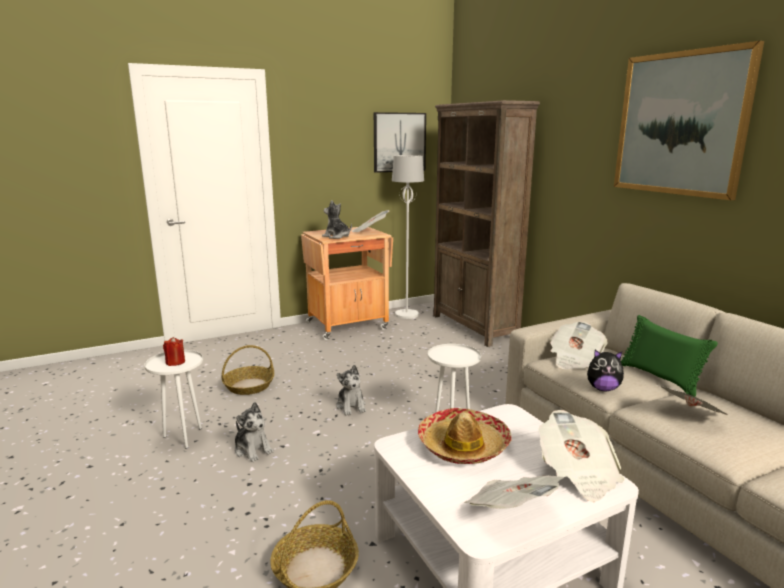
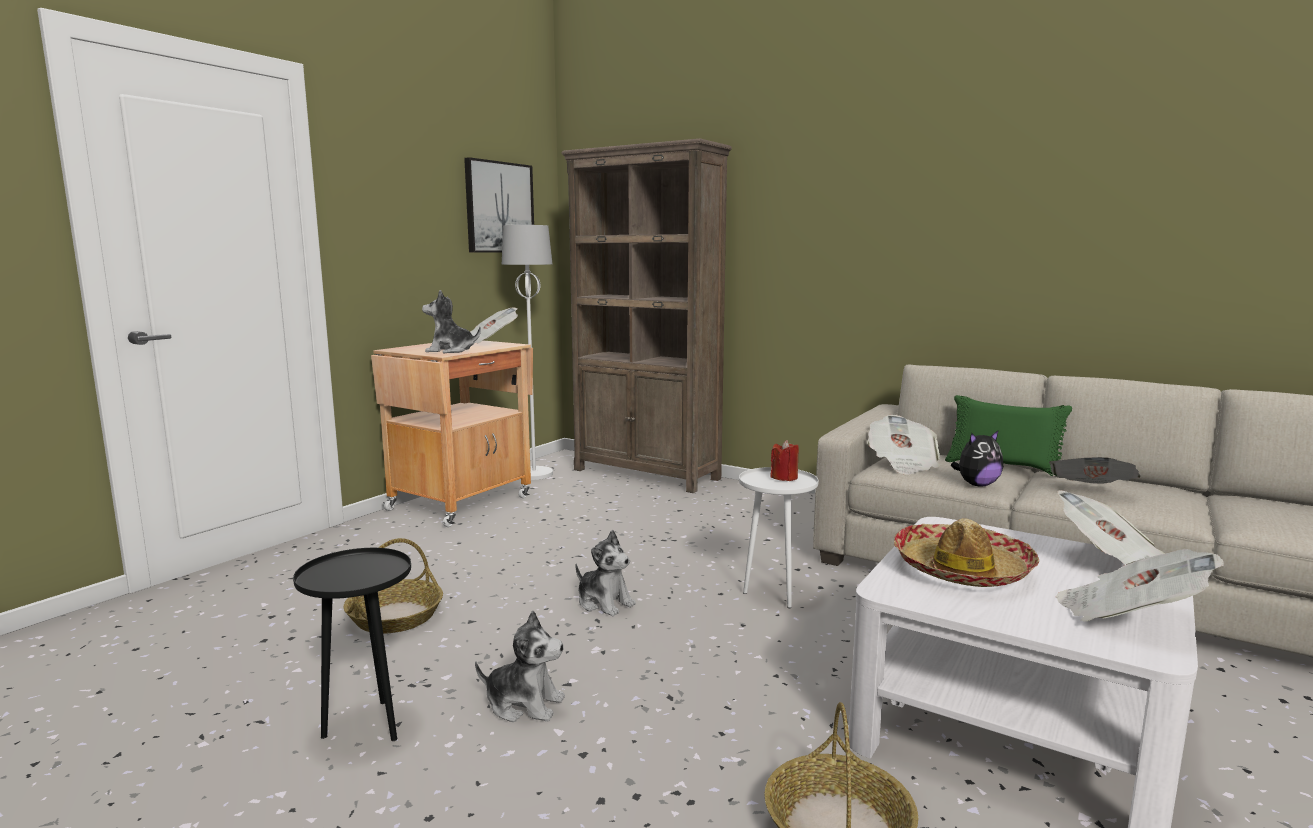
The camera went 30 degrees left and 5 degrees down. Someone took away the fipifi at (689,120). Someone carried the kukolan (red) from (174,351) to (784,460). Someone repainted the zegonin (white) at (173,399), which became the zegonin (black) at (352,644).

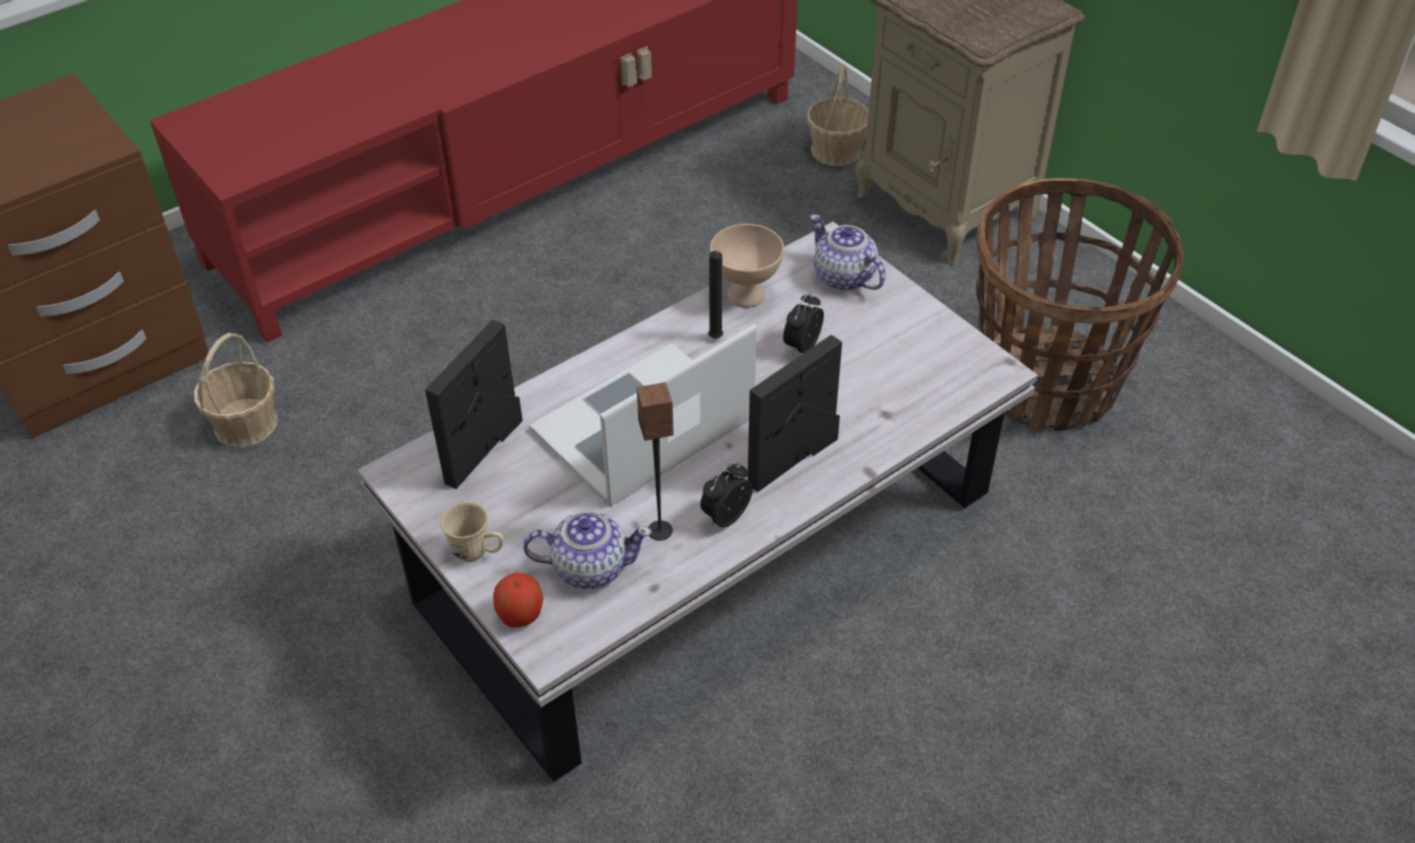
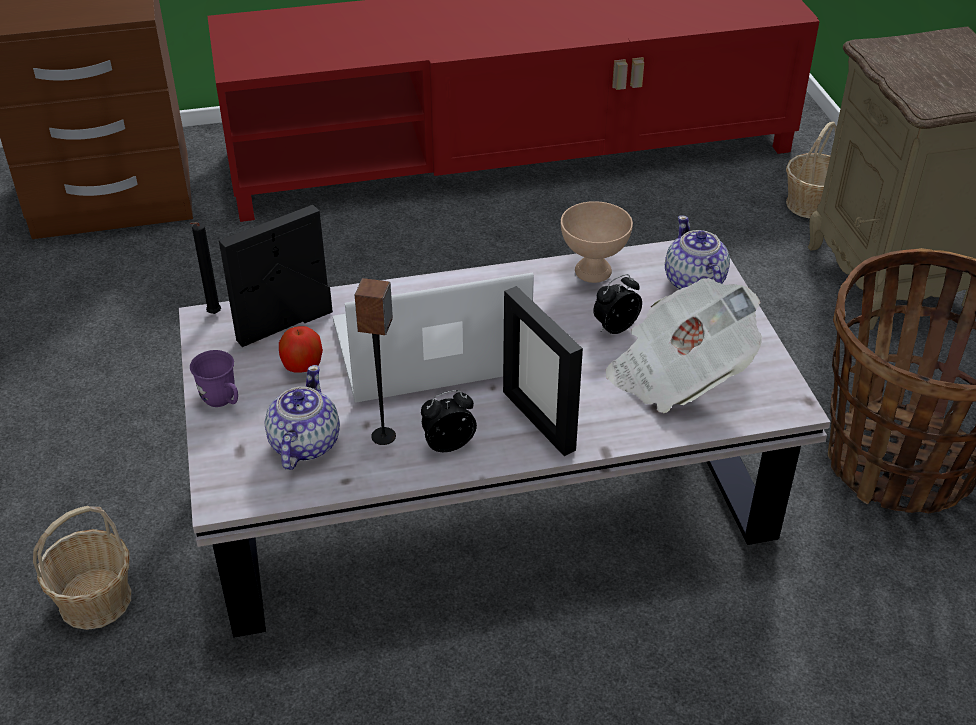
The camera went 25 degrees right and 5 degrees down. Someone carried the kukolan (black) from (715,295) to (205,268). Someone carried the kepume from (236,390) to (82,568). Someone rotated the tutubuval at (795,413) by 105 degrees counterclockwise. Someone repainted the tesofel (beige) at (471,532), which became the tesofel (purple) at (214,378). Someone rotated the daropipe at (587,550) by 105 degrees counterclockwise. Someone carried the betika from (518,600) to (301,349). Someone put down the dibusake at (684,345).

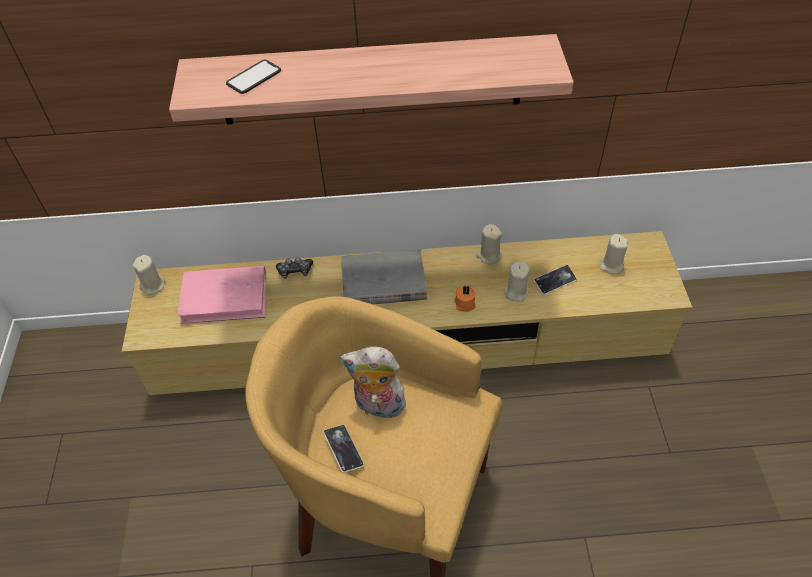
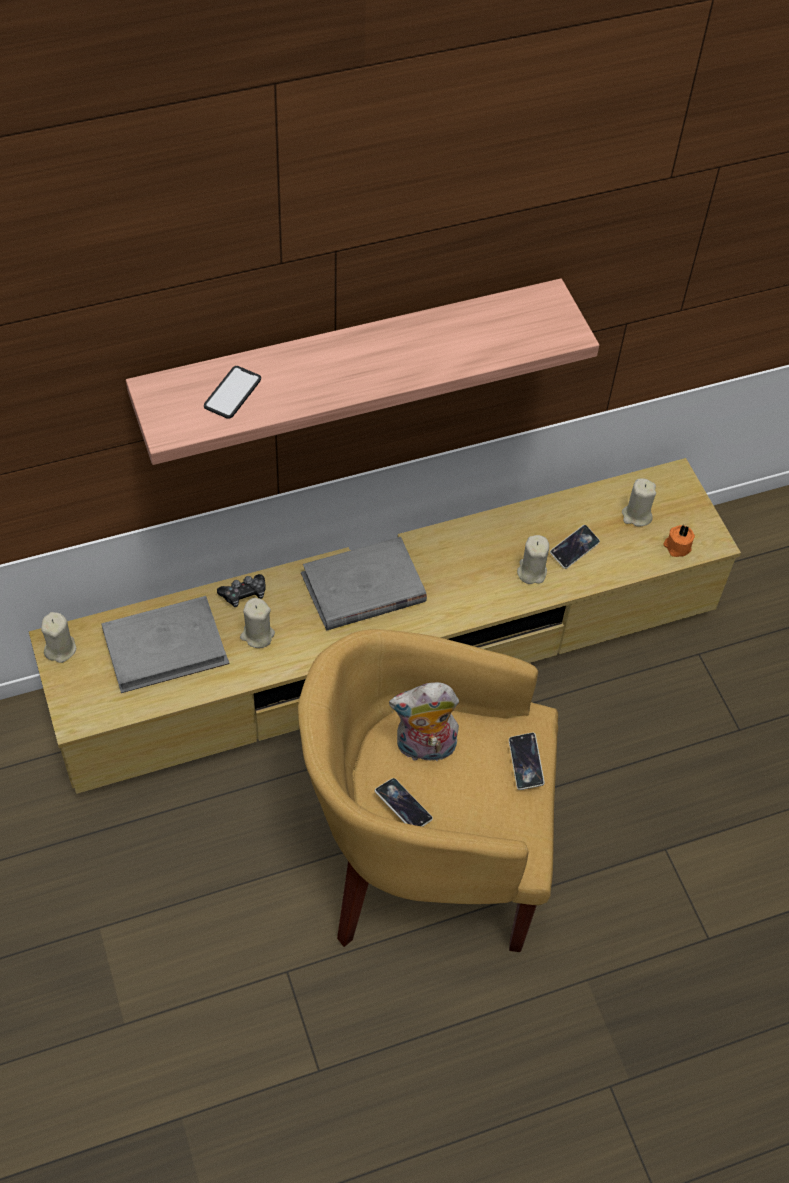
The camera went 20 degrees left and 5 degrees up. Someone carried the kukolan (beige) from (489,244) to (257,623). Someone repainted the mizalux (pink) at (221,295), which became the mizalux (grey) at (165,644). Someone carried the kukolan (orange) from (465,299) to (679,541). Someone put down the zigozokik at (527,761).

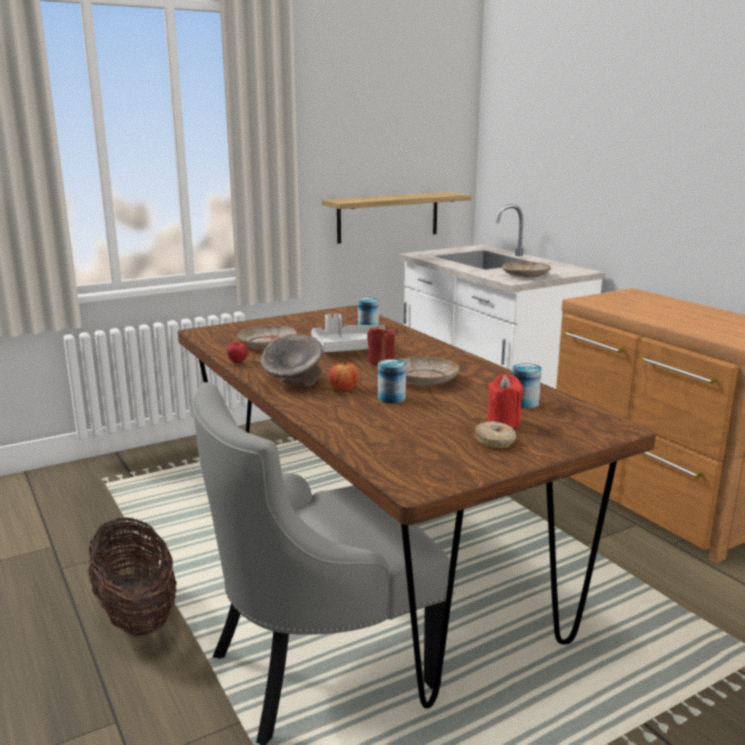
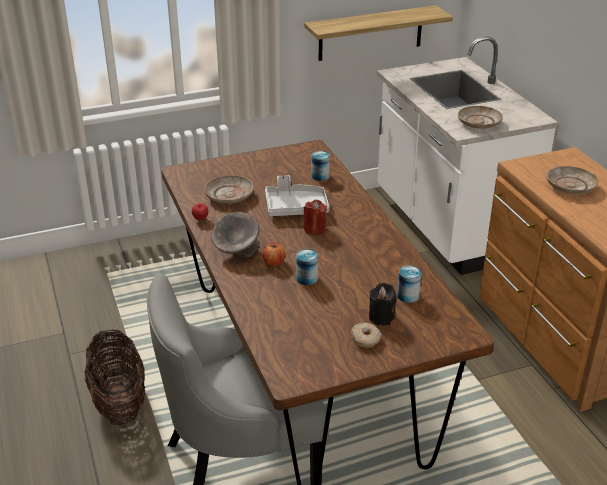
The camera went 10 degrees right and 15 degrees up. Someone carried the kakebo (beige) from (430,371) to (572,180). Someone repainted the kukolan (red) at (505,401), which became the kukolan (black) at (383,304).

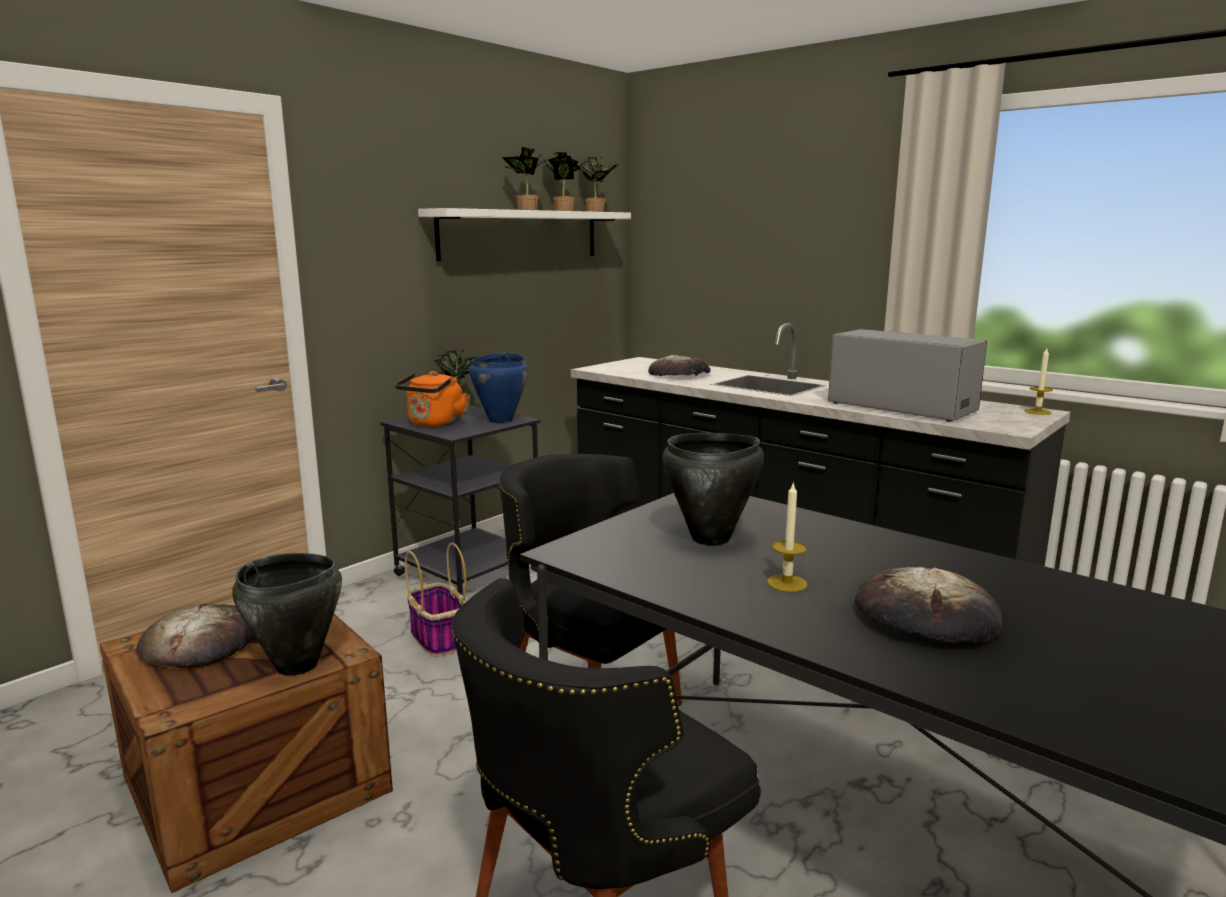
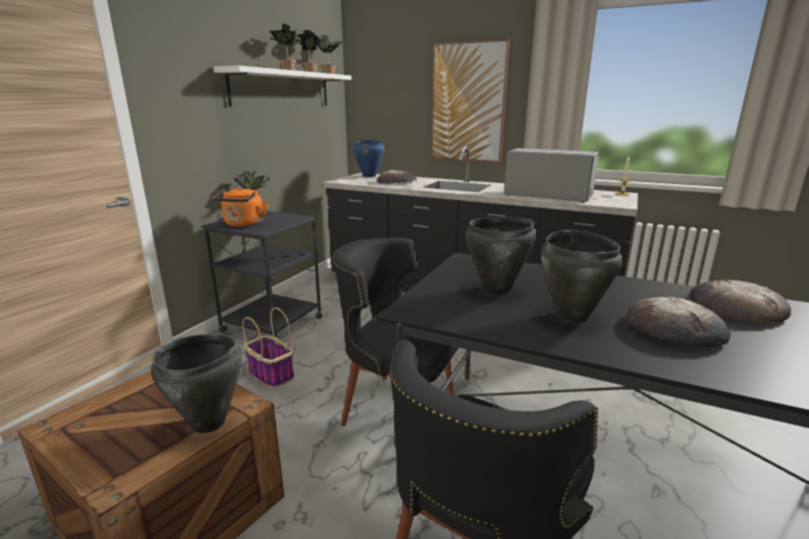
The camera went 15 degrees left and 5 degrees up. Someone carried the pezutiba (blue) from (498,388) to (368,158). Someone swapped the kukolan at (787,536) for the pezutiba (black) at (582,276). Someone carried the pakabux from (195,636) to (740,302). Someone put up the fipifi at (470,101).

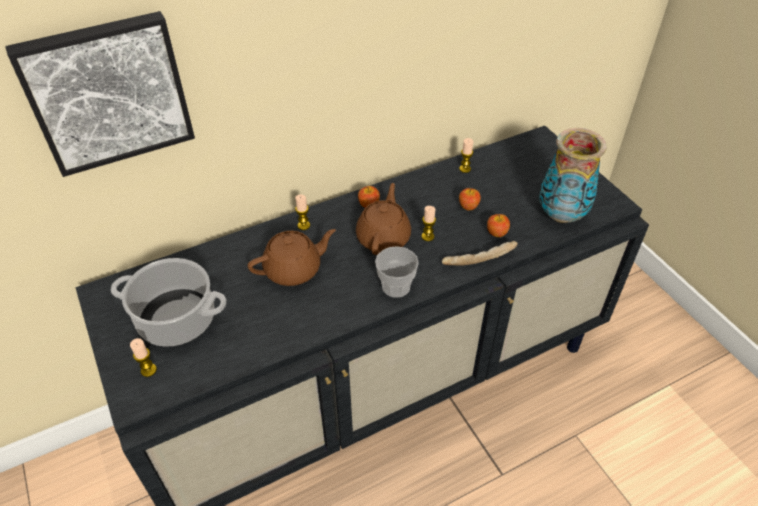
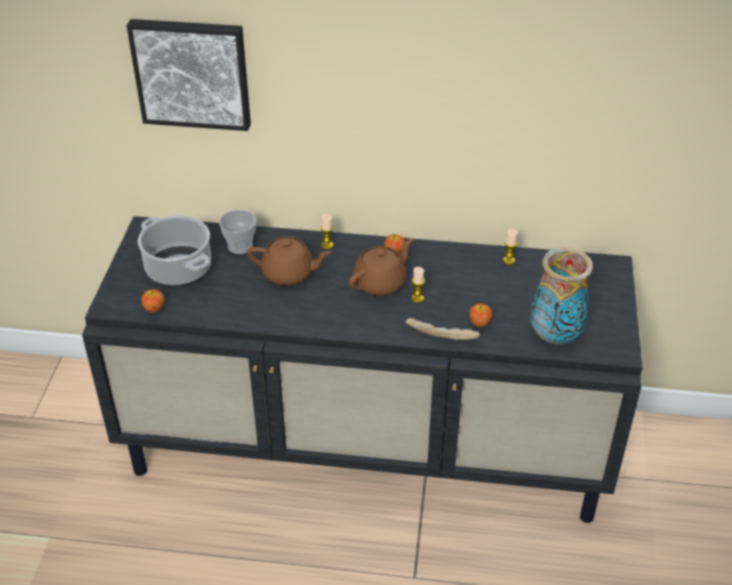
The camera went 35 degrees right and 5 degrees down. Someone carried the betika from (470,199) to (153,300). Someone carried the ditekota from (397,272) to (237,232). Someone took away the kukolan at (143,357).

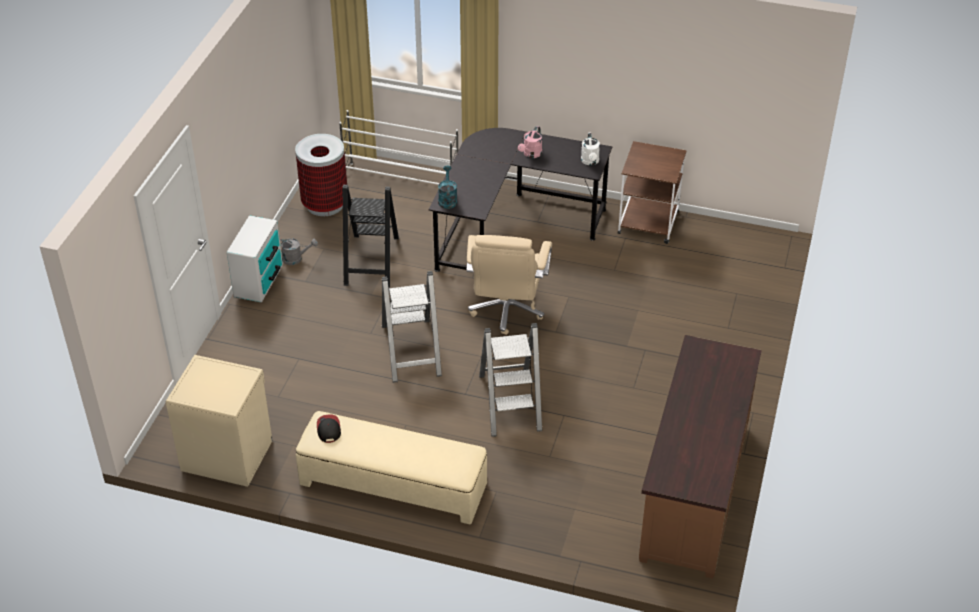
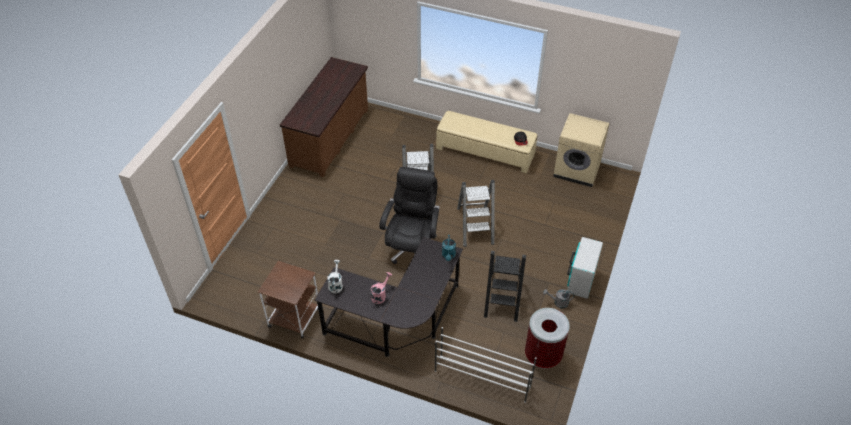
The camera went 175 degrees left and 5 degrees up. Someone repainted the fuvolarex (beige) at (509,285), which became the fuvolarex (black) at (409,215).

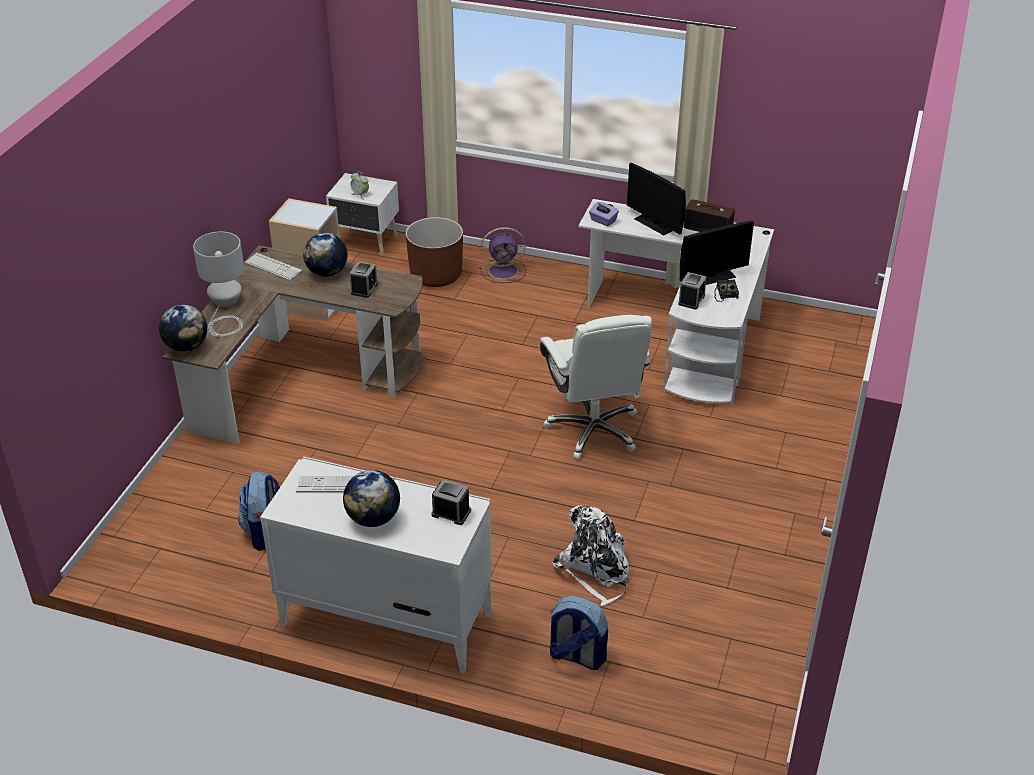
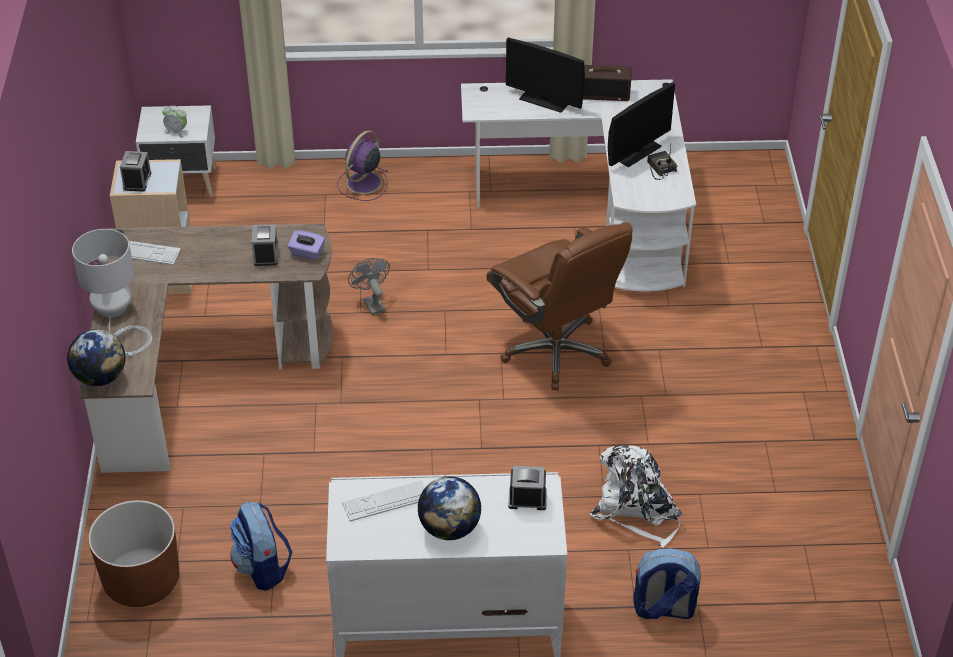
The camera went 20 degrees left and 5 degrees up. Someone carried the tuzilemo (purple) from (604,214) to (306,245). Someone carried the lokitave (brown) from (434,252) to (133,553). Someone rotated the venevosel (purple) at (502,255) by 150 degrees clockwise. Someone took away the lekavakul at (325,255). Someone carried the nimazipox from (692,290) to (135,171). Someone repainted the fuvolarex (white) at (596,387), which became the fuvolarex (brown) at (559,306). Someone put down the venevosel (grey) at (369,286).

